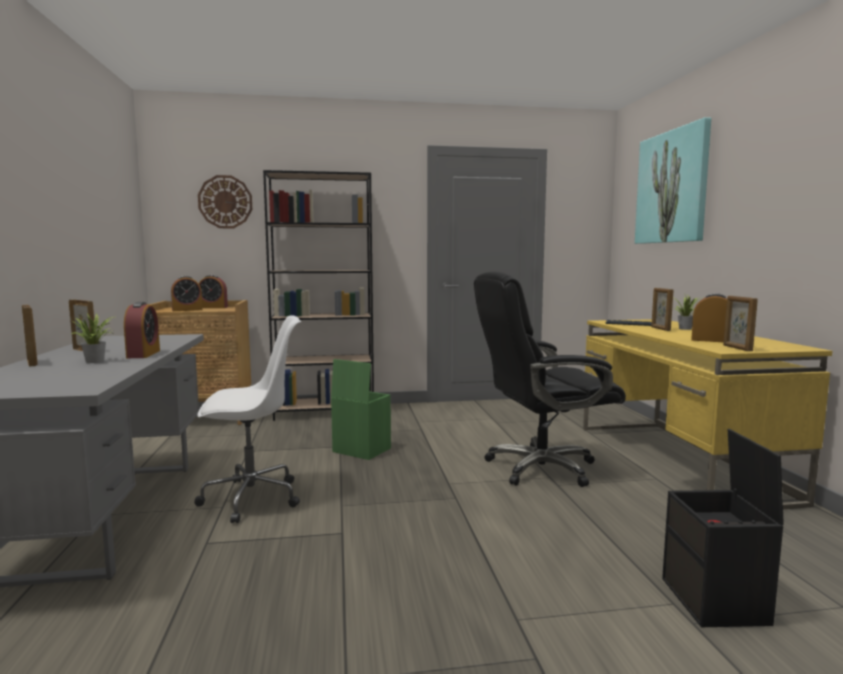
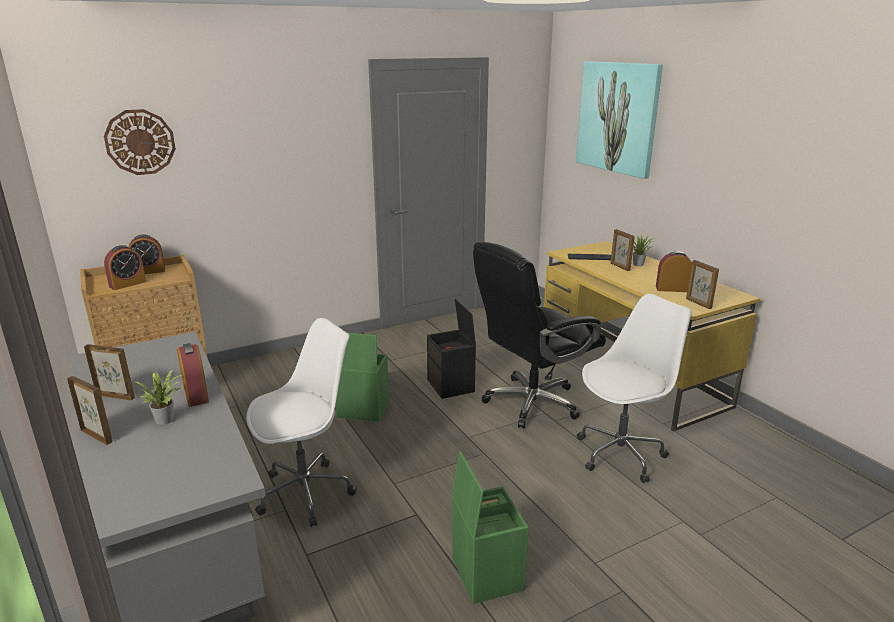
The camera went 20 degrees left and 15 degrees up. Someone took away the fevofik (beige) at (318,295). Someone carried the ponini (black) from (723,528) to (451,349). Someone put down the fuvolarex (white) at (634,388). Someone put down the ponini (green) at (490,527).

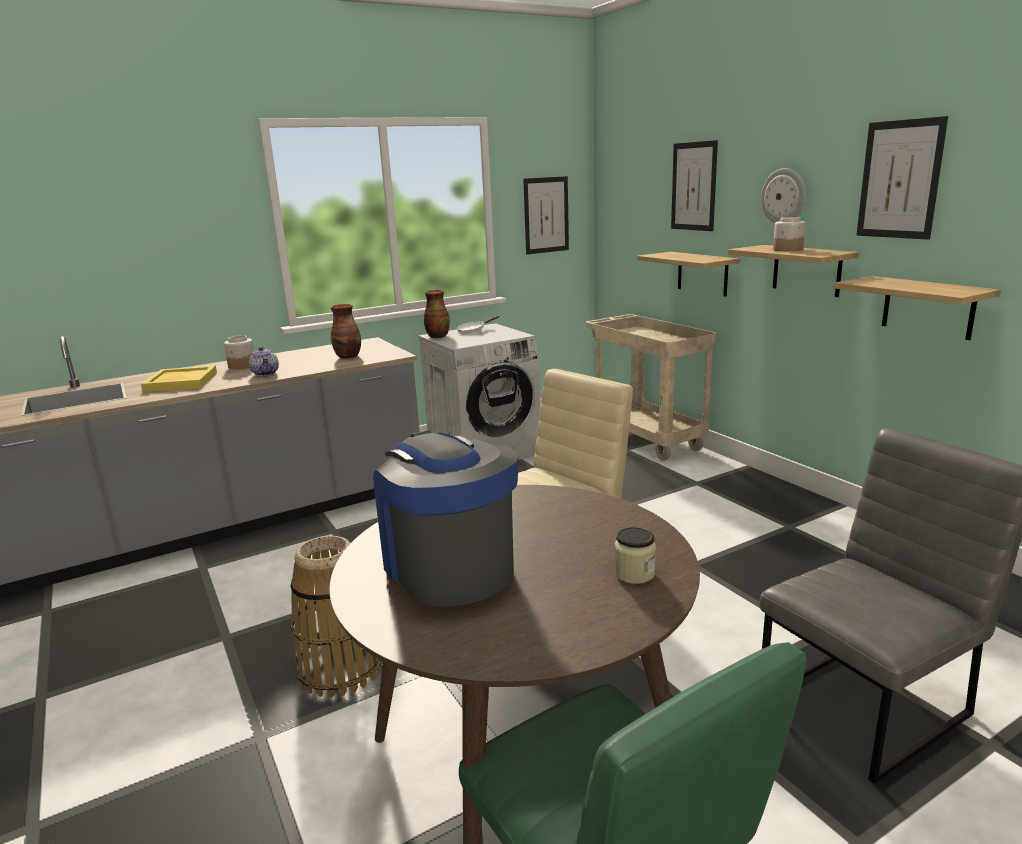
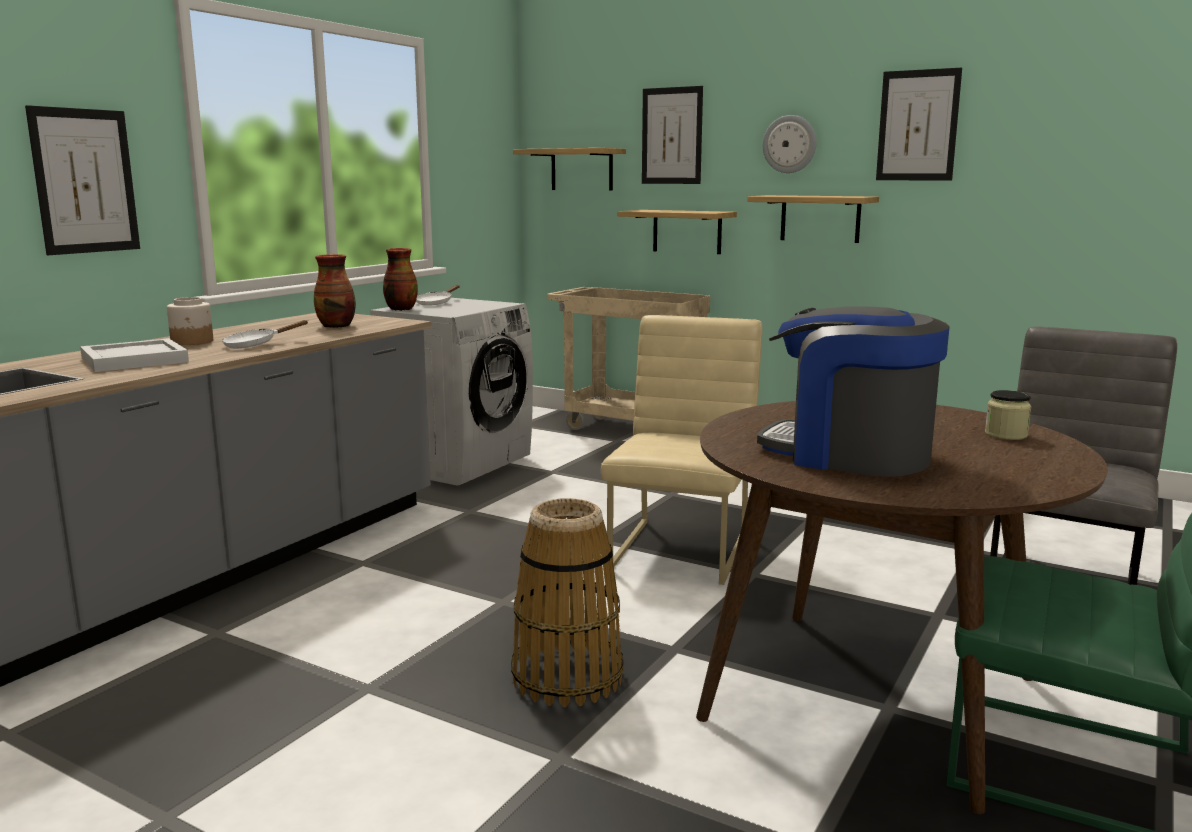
The camera went 30 degrees left and 5 degrees down. Someone carried the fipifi from (546,215) to (82,180). Someone took away the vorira at (789,234). Someone carried the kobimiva from (917,308) to (569,169). Someone swapped the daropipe at (264,361) for the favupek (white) at (265,334). Someone repainted the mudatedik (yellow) at (179,379), which became the mudatedik (white) at (134,355).

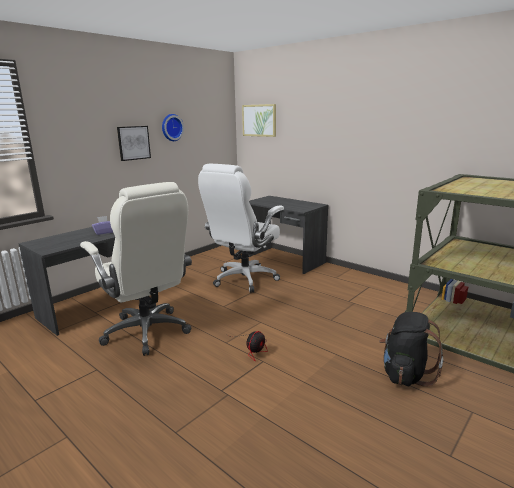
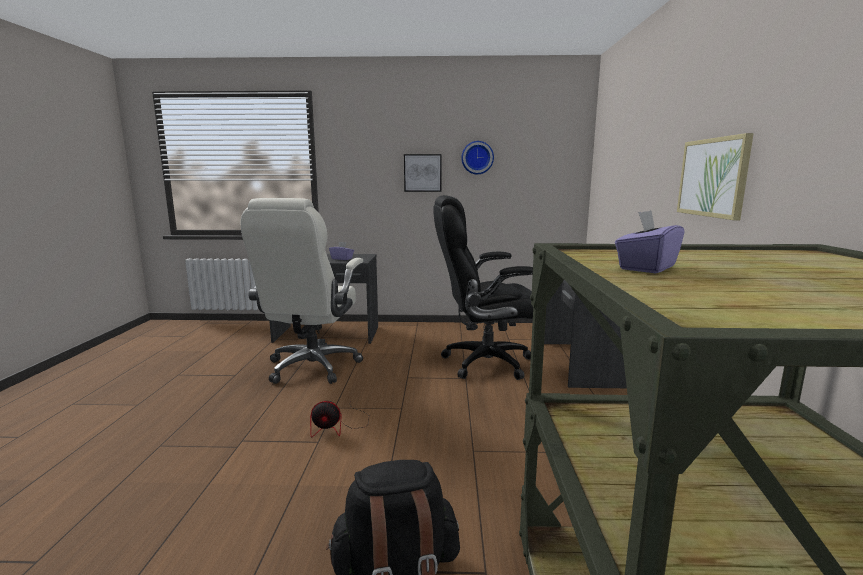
The camera went 50 degrees right and 5 degrees down. Someone carried the fipifi from (259,120) to (715,176). Someone repainted the fuvolarex (white) at (241,228), which became the fuvolarex (black) at (483,287). Someone put down the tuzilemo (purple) at (649,241).

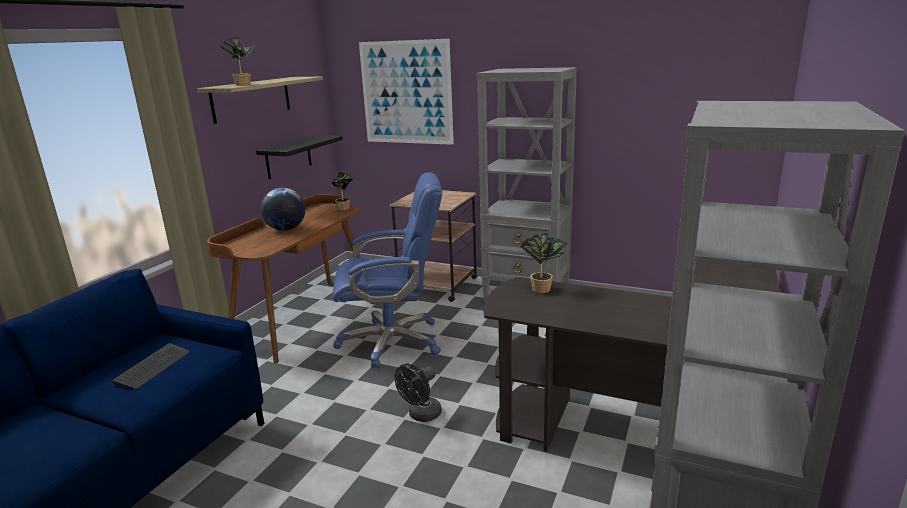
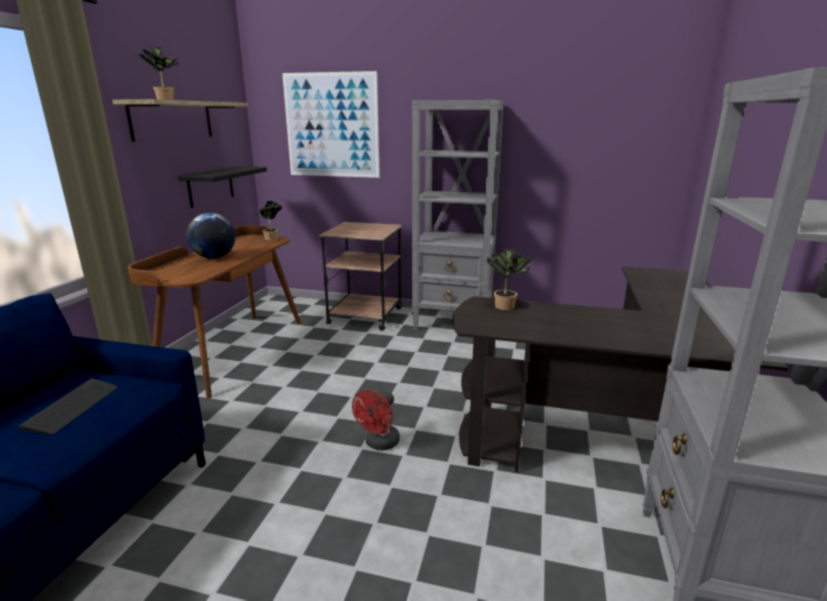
The camera went 10 degrees left and 0 degrees up. Someone took away the fuvolarex (blue) at (387,270). Someone repainted the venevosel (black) at (418,393), which became the venevosel (red) at (376,420).

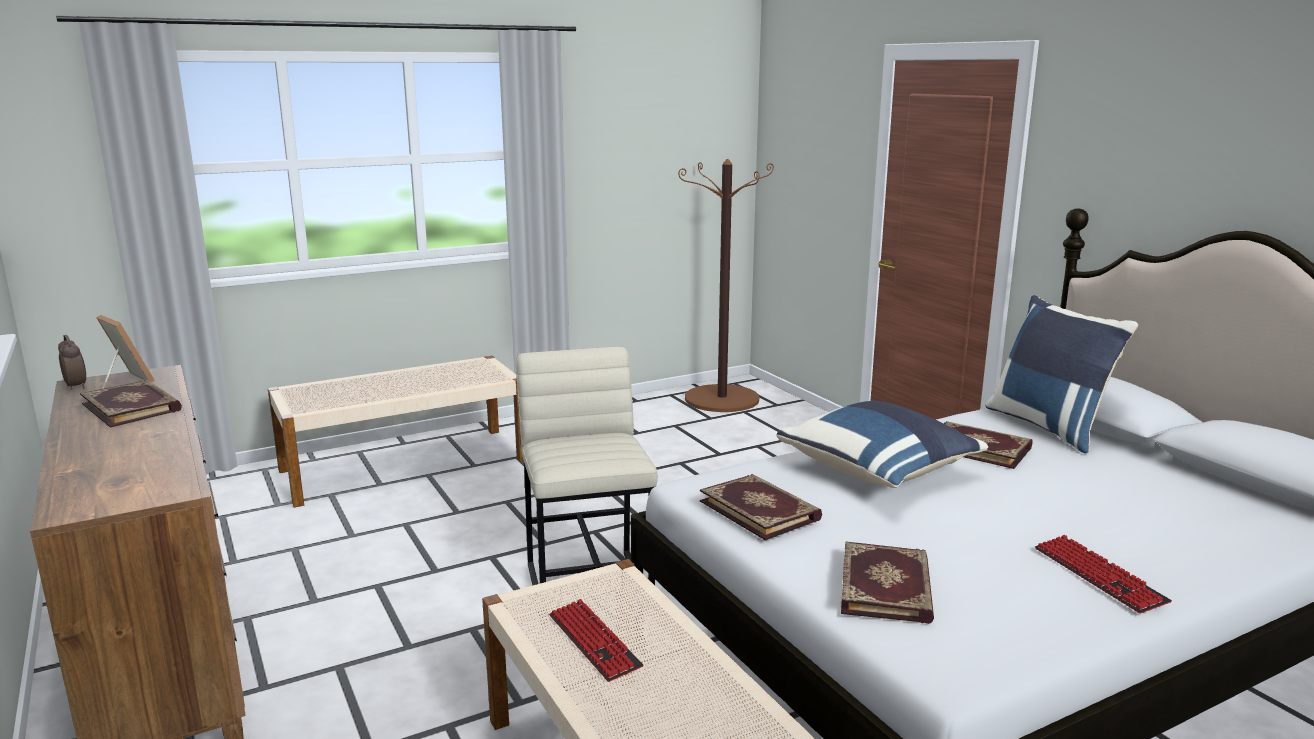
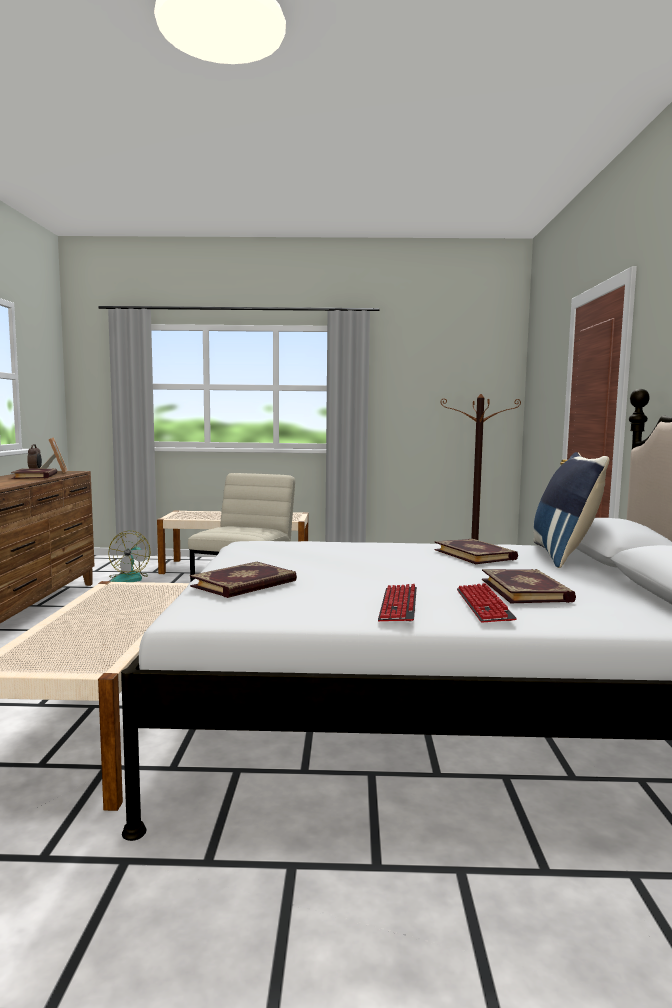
The camera went 30 degrees right and 10 degrees down. Someone took away the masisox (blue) at (882,444). Someone carried the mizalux from (761,507) to (529,586). Someone carried the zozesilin from (596,640) to (487,603). Someone put down the venevosel at (129,556).

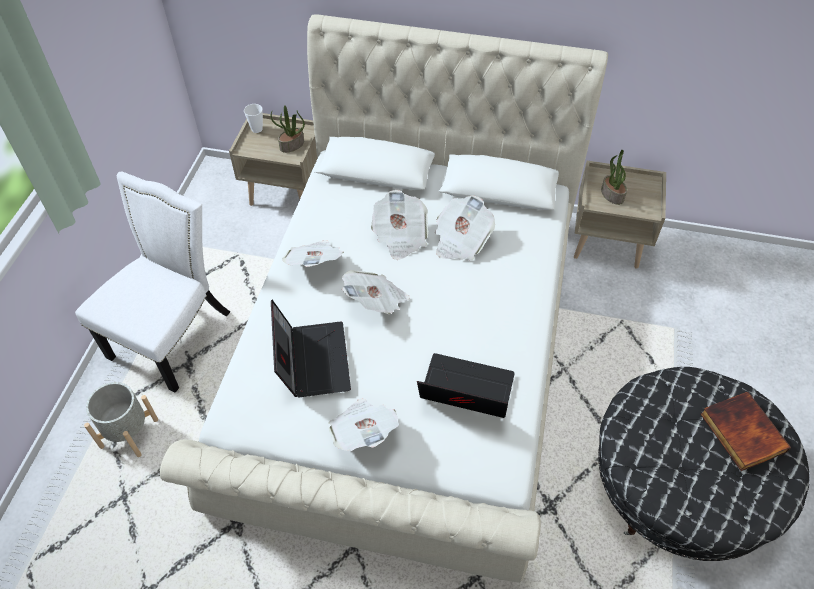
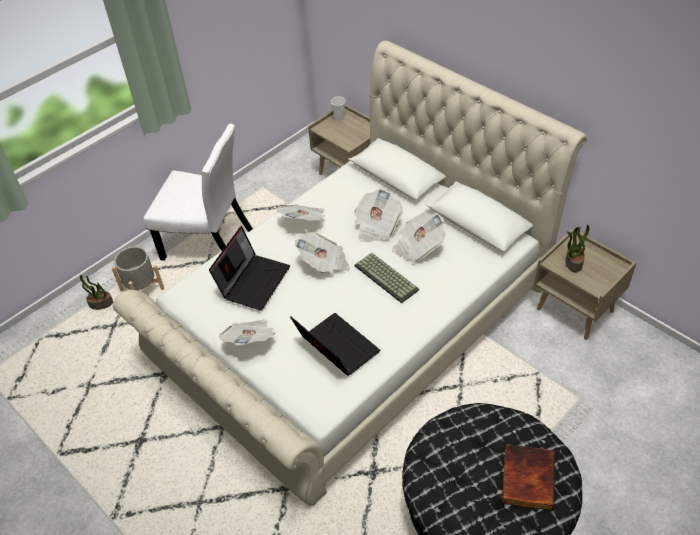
The camera went 35 degrees right and 5 degrees down. Someone carried the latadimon from (288,129) to (96,292). Someone rotated the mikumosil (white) at (152,281) by 45 degrees clockwise. Someone put down the zozesilin at (386,277).

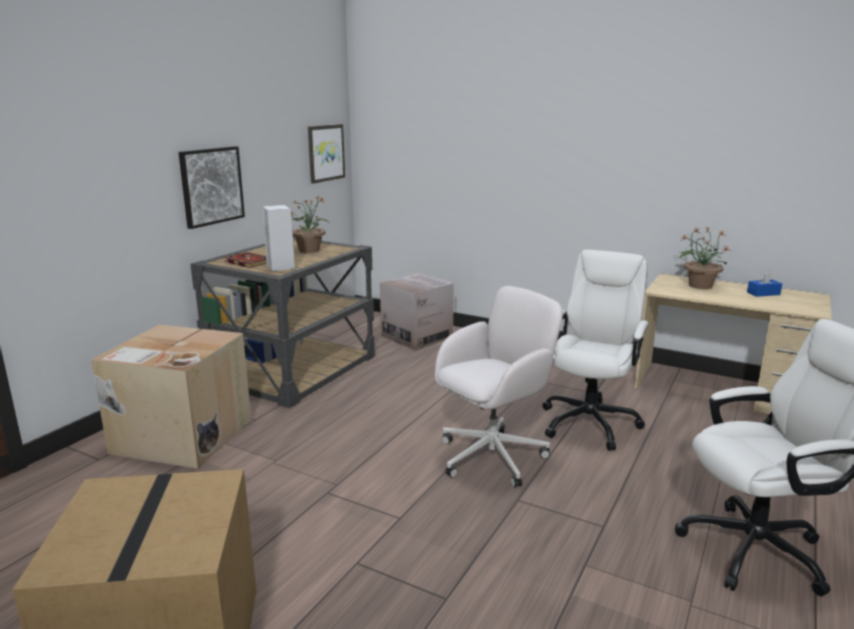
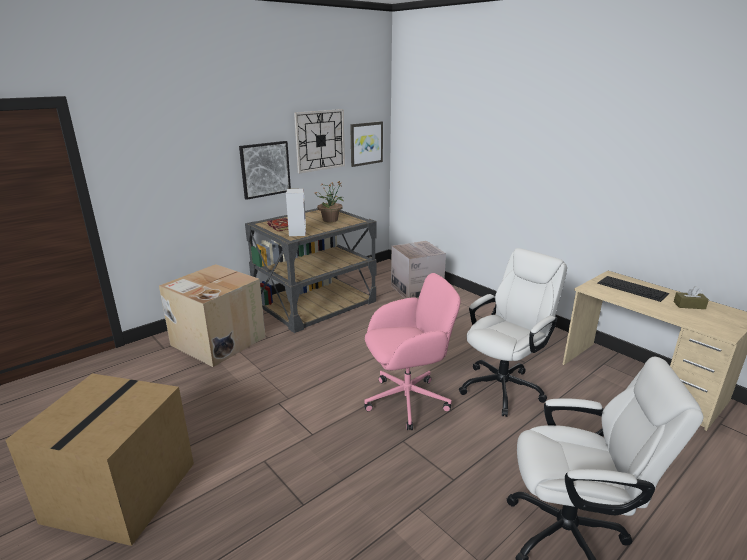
The camera went 20 degrees right and 5 degrees up. Someone swapped the latadimon at (704,258) for the zozesilin at (633,289). Someone repainted the tuzilemo (blue) at (764,284), which became the tuzilemo (brown) at (691,297). Someone repainted the fuvolarex (white) at (499,386), which became the fuvolarex (pink) at (412,351). Someone put up the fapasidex at (319,141).

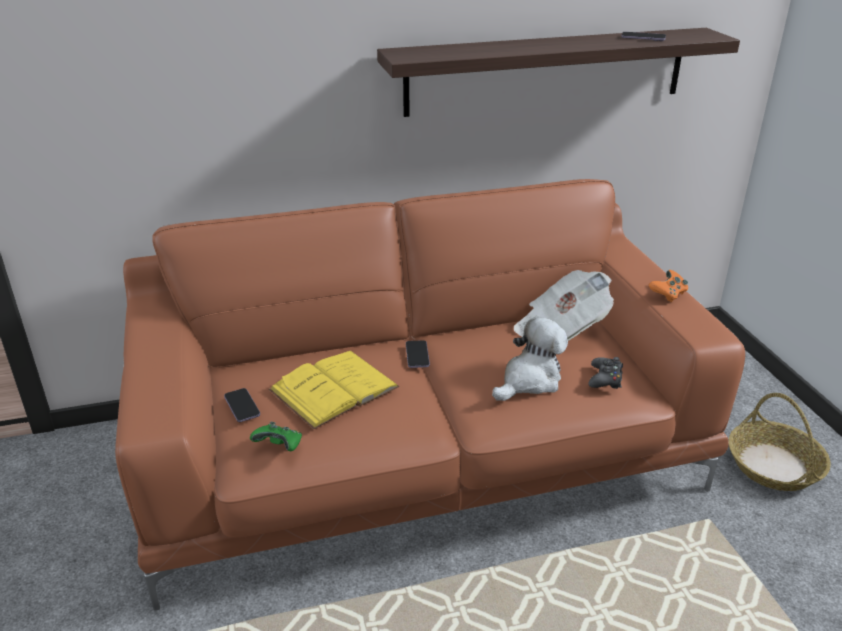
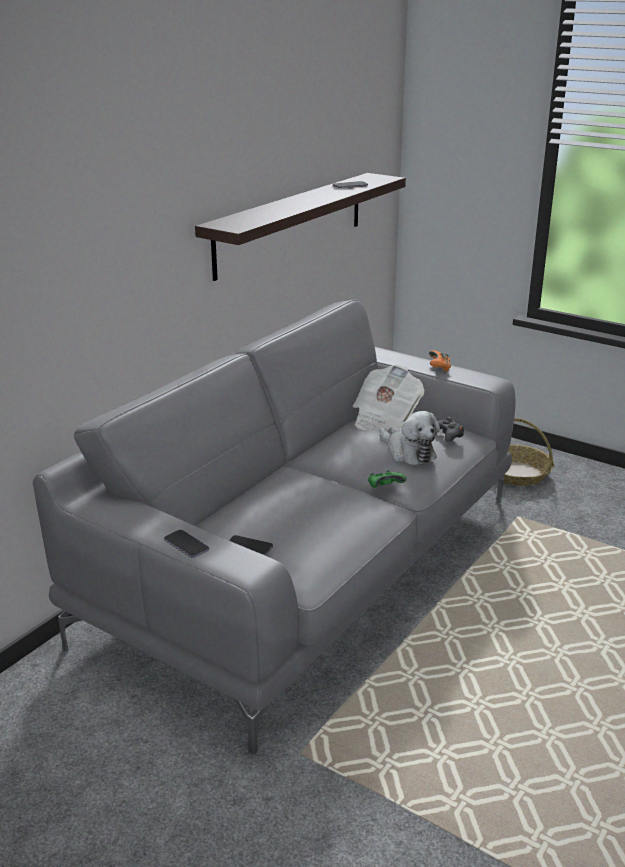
The camera went 40 degrees left and 5 degrees down. Someone repainted the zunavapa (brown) at (430,395), which became the zunavapa (grey) at (274,526). Someone rotated the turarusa at (530,359) by 135 degrees clockwise. Someone carried the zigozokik from (418,354) to (186,544). Someone took away the mizalux (yellow) at (334,390). Someone carried the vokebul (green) from (276,436) to (387,479).

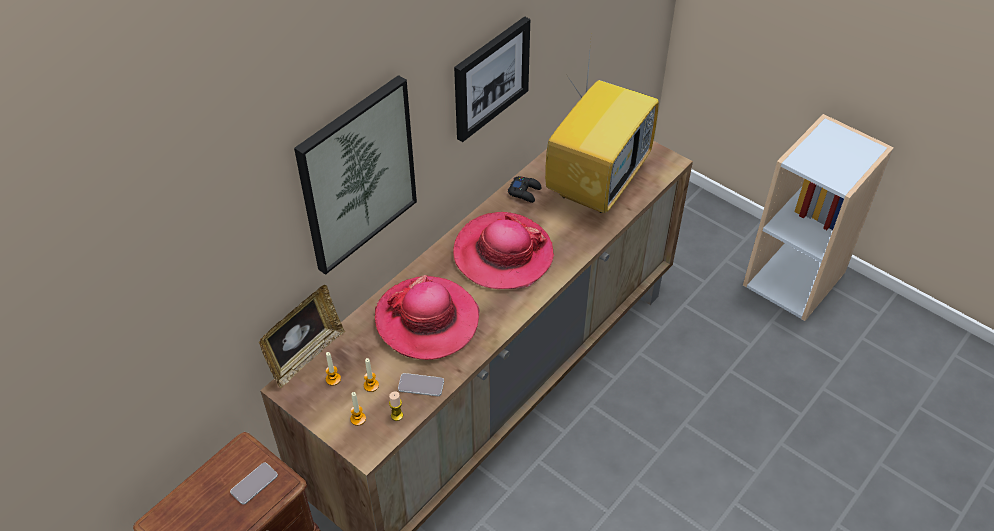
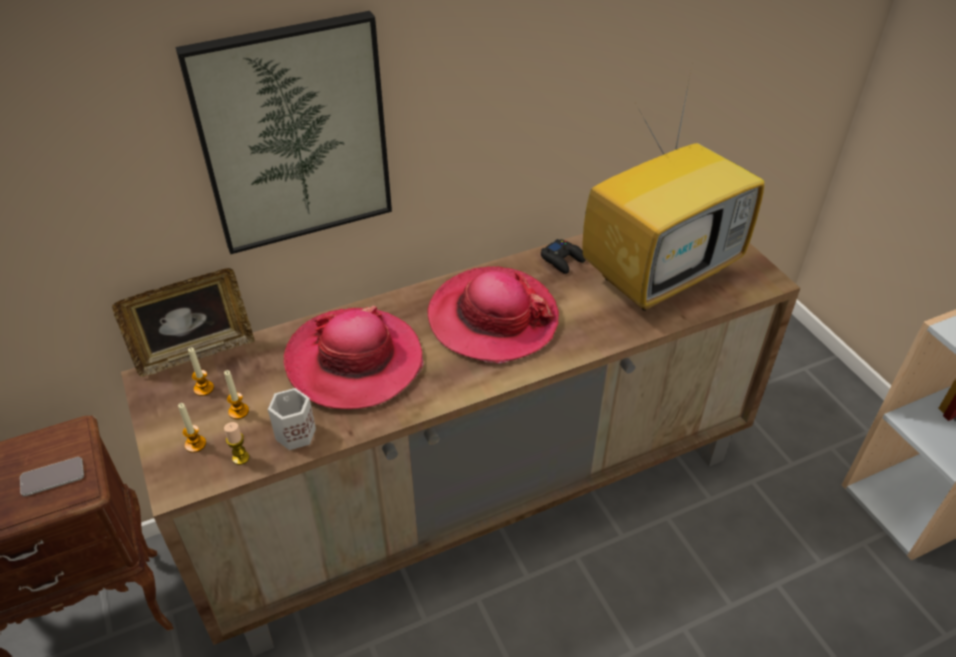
The camera went 25 degrees right and 5 degrees down. Someone took away the fipifi at (492,79). Someone swapped the zigozokik at (421,384) for the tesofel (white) at (292,419).

